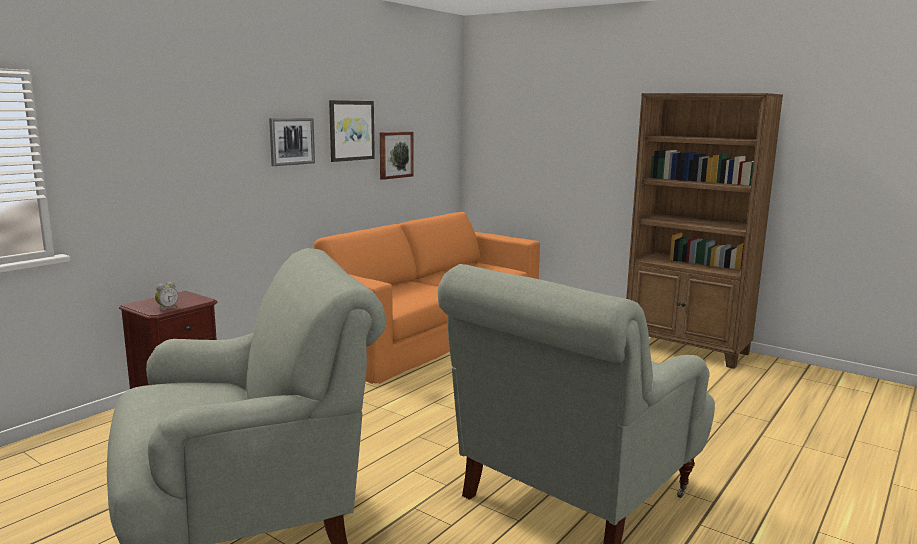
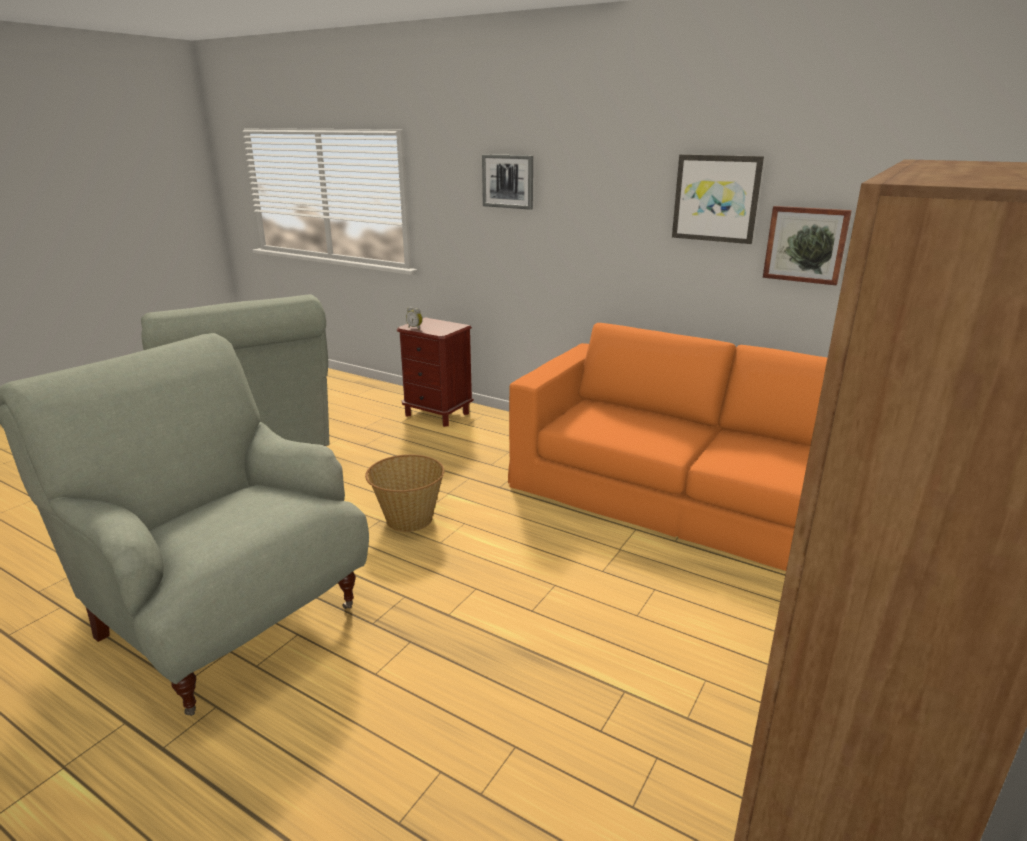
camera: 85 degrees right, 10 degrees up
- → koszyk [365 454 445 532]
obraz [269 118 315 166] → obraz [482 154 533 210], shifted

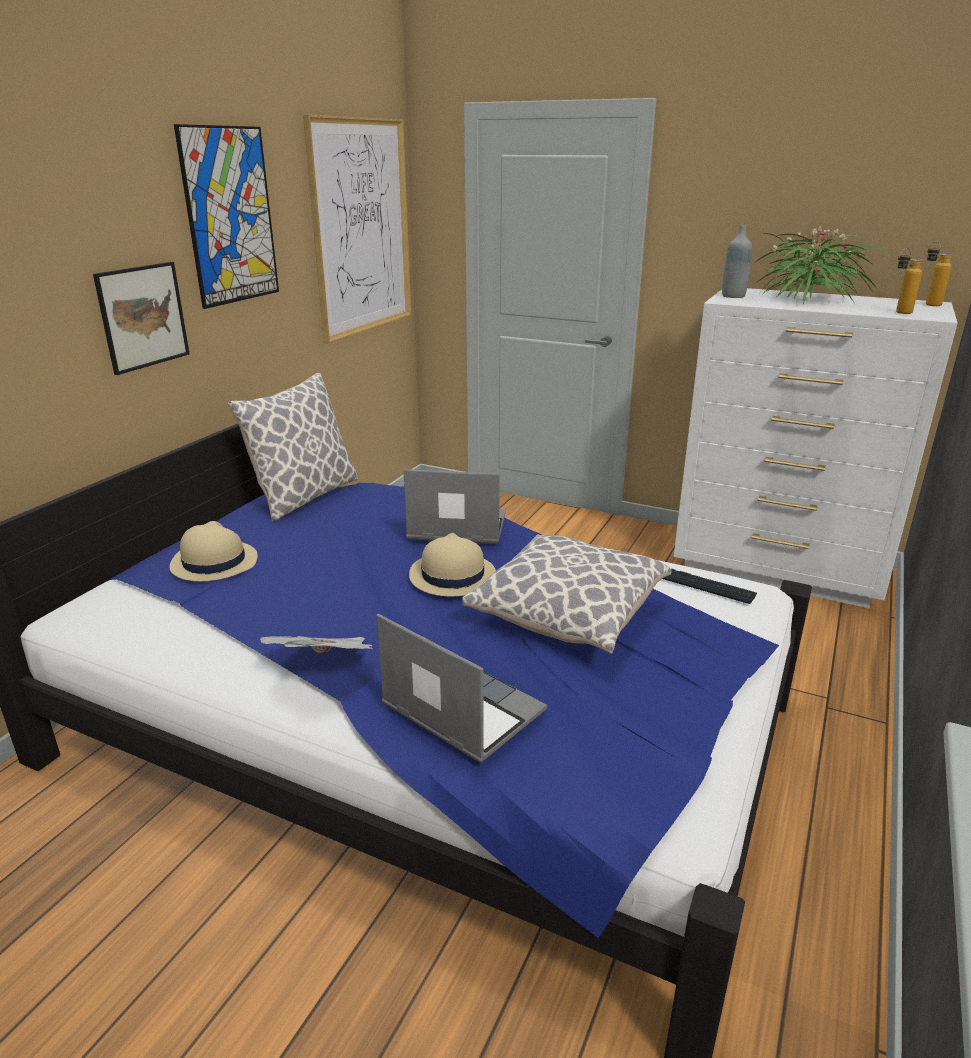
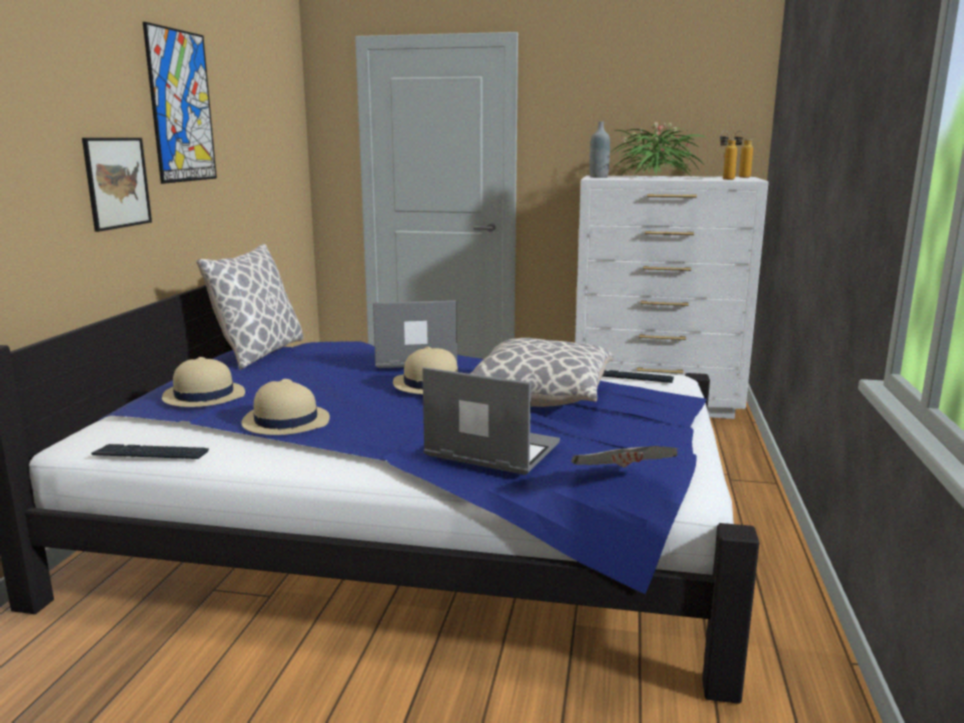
camera: 15 degrees left, 10 degrees down
obraz [303 115 411 344] → -
- → klawiatura [91 444 209 459]
- → kapelusz (beżowy) [241 379 330 435]
gazeta [260 636 373 653] → gazeta [571 446 678 468], shifted

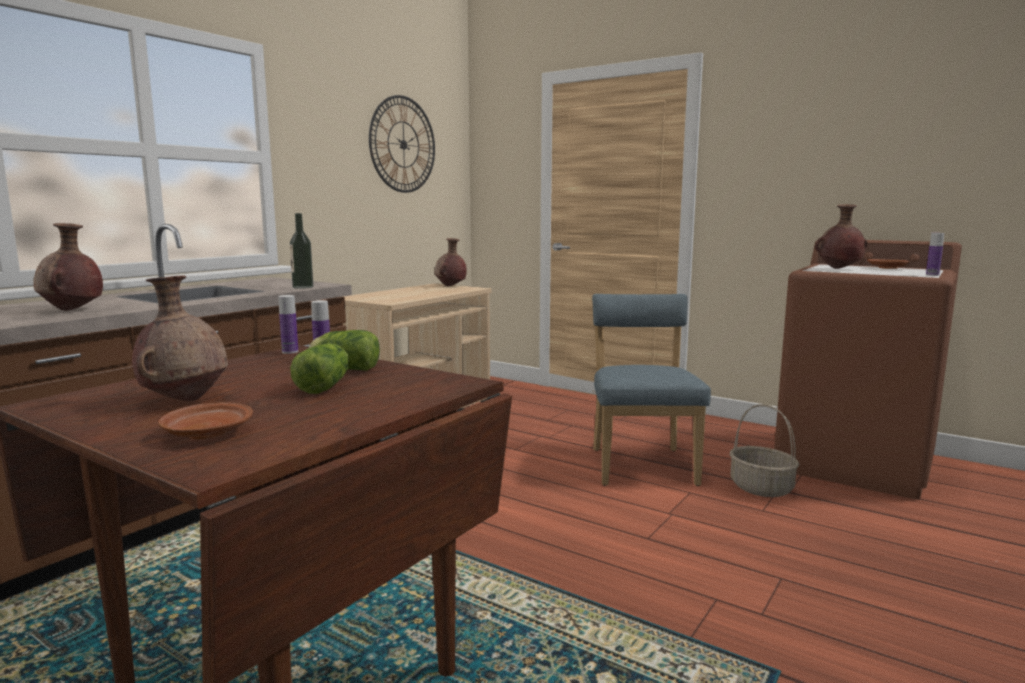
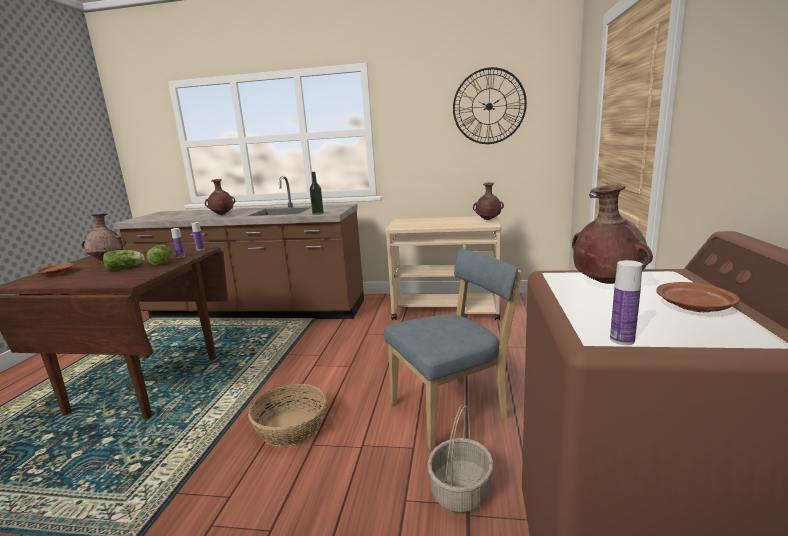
camera: 65 degrees right, 5 degrees up
- → koszyk [248 384 327 447]

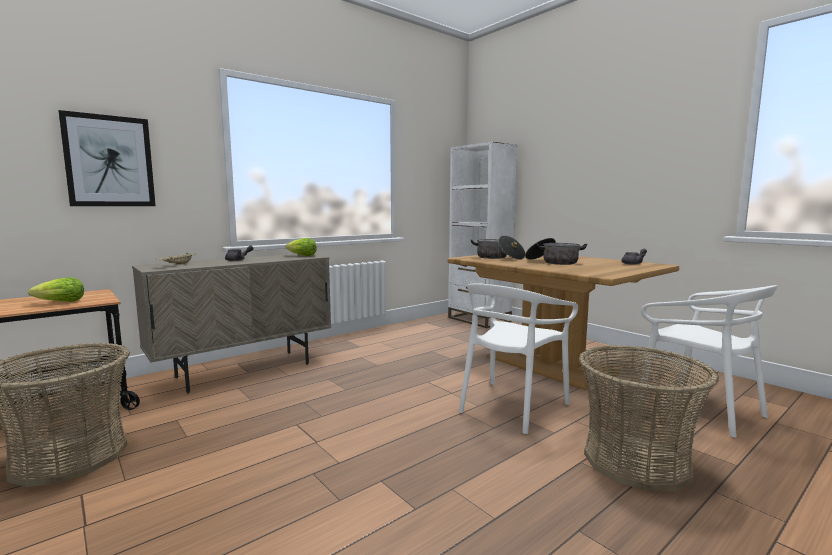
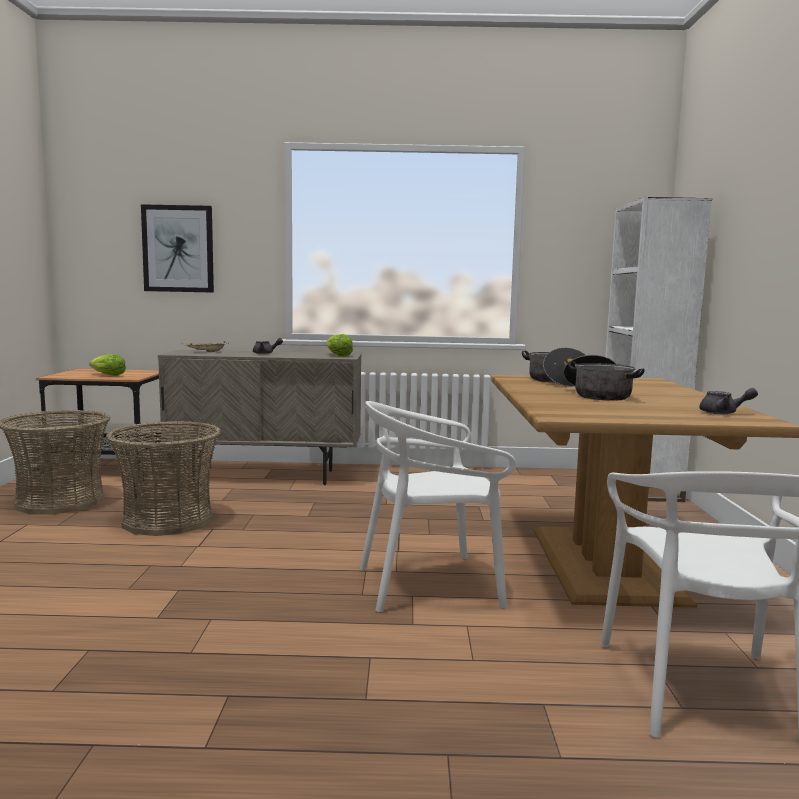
camera: 40 degrees right, 0 degrees up
koszyk [579 345 719 491] → koszyk [106 421 221 536], shifted

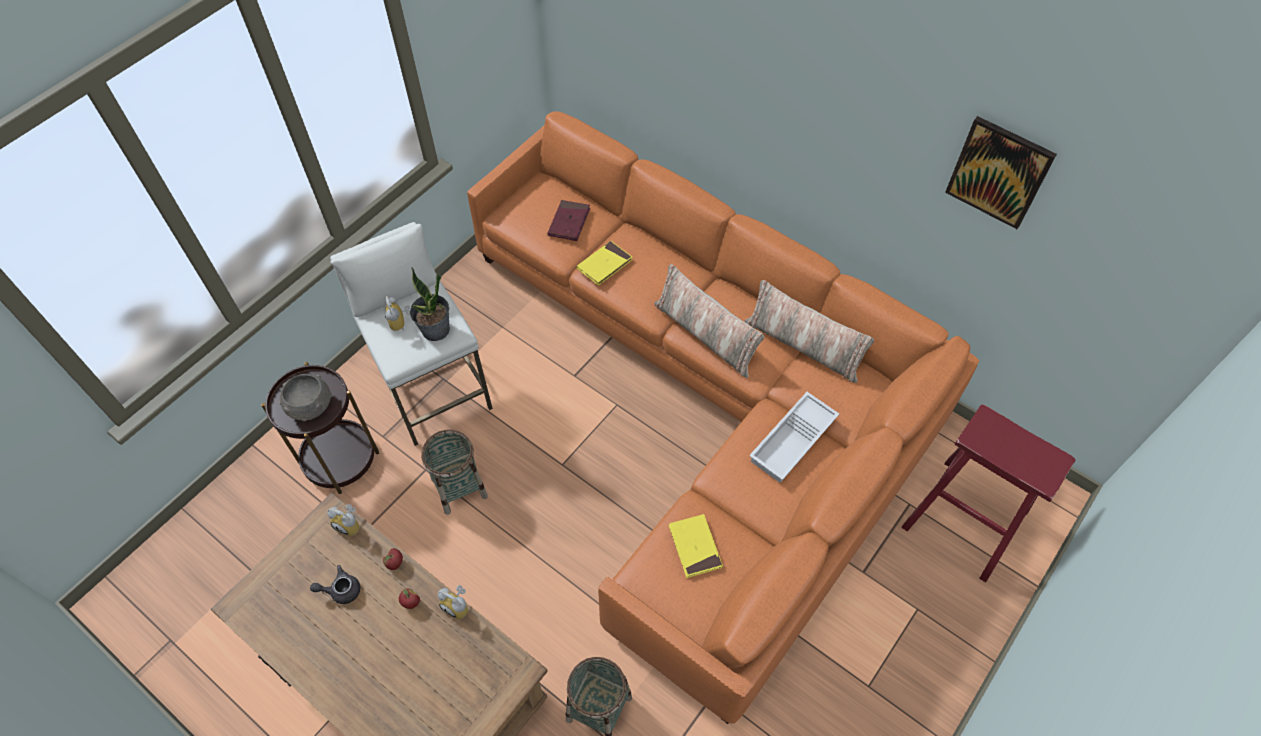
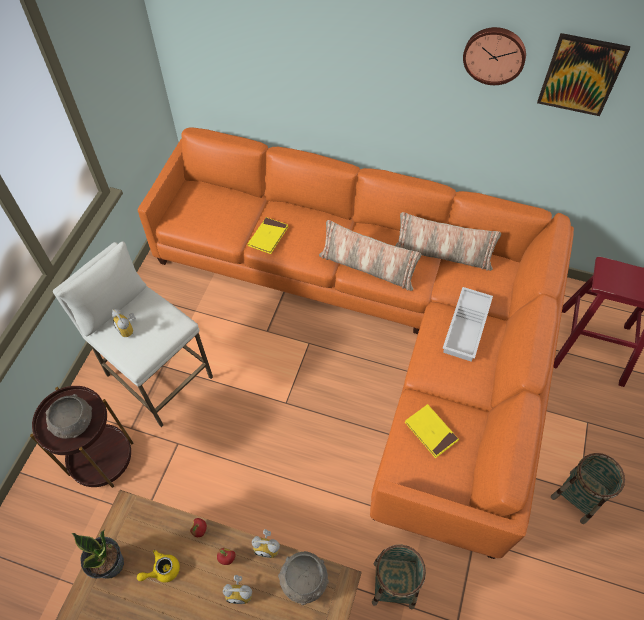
camera: 20 degrees left, 0 degrees up
książka (czerwony) [547 200 590 241] → -
- → miska (szary) [278 551 329 605]
- → zegar ścienny [463 27 526 85]
budzik [327 504 360 536] → budzik [223 575 252 604], shifted
roślina doniczkowa [410 267 450 341] → roślina doniczkowa [72 529 124 579], shifted
koszyk [421 430 488 515] → koszyk [551 453 625 524], shifted
imbryk (szary) [310 565 360 604] → imbryk (żółty) [137 550 180 582]

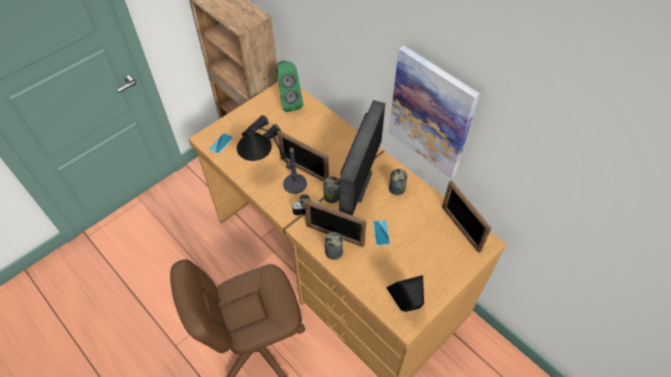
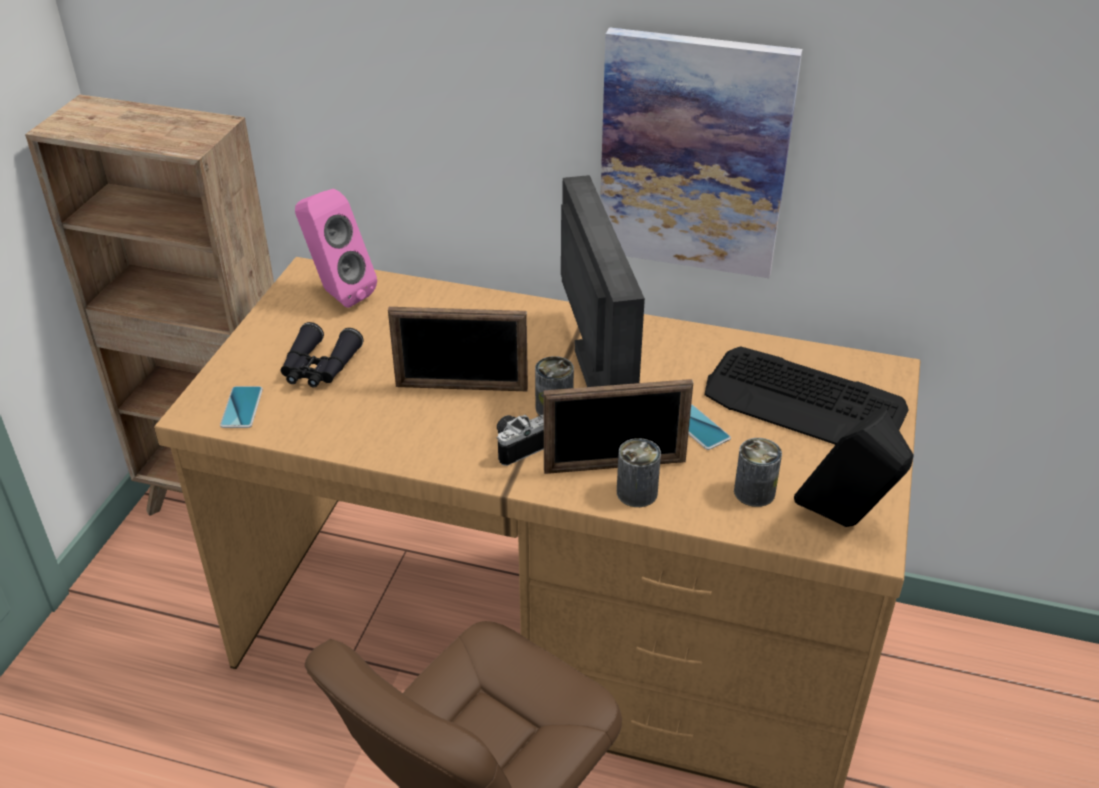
camera: 30 degrees left, 15 degrees down
lampa stołowa [237 128 307 194] → -
ramka na zdjęcie [442 180 492 253] → -
- → klawiatura [705 346 909 445]
puszka [389 169 408 195] → puszka [734 438 782 507], shifted
głośnik (zielony) [277 61 303 112] → głośnik (różowy) [295 189 377 308]

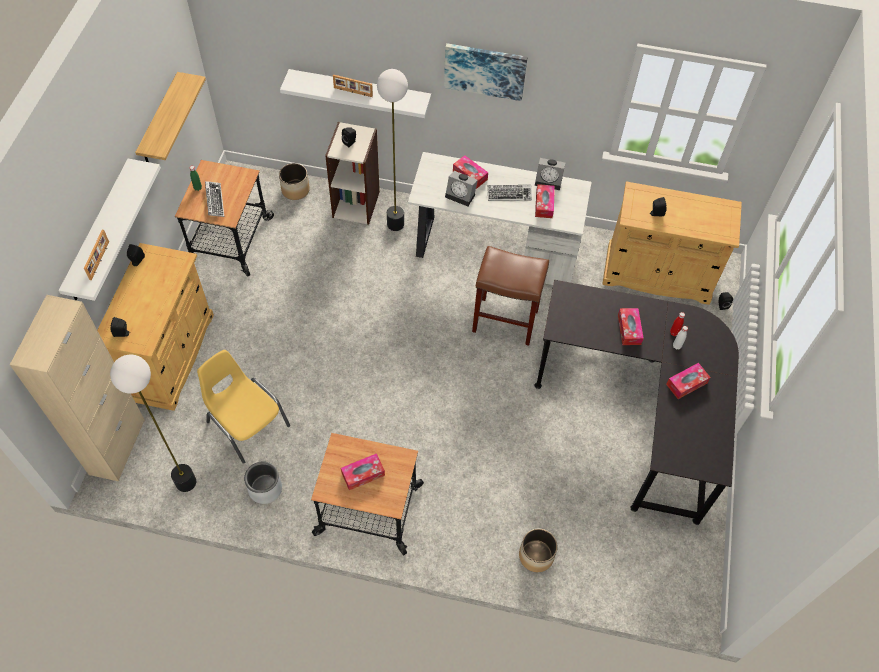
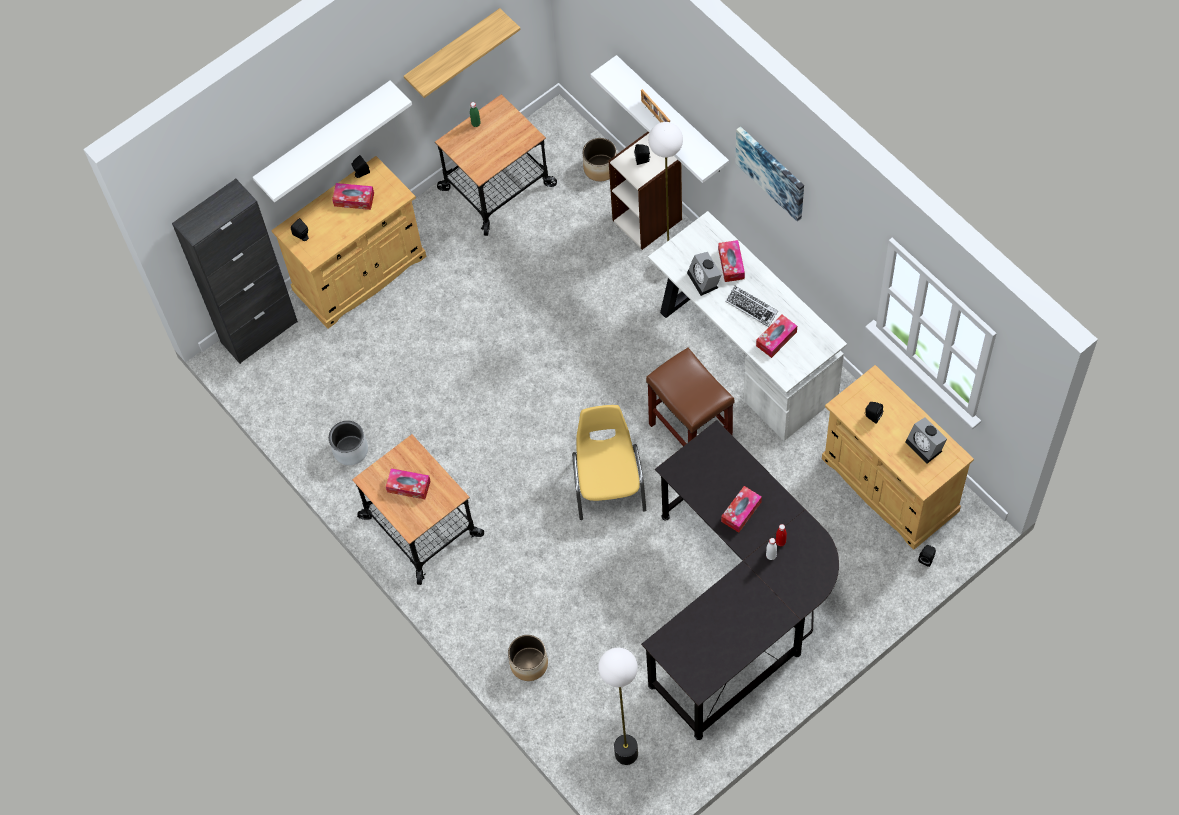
camera: 45 degrees right, 5 degrees up
ramka na zdjęcie [84 230 109 280] → -
klawiatura [205 181 224 217] → -
lampa stojąca [110 355 196 492] → lampa stojąca [598 648 638 765], shifted
krzesło (żółty) [197 350 290 464] → krzesło (żółty) [572 405 646 520], shifted
budzik [535 158 565 190] → budzik [905 417 947 464], shifted
pudełko chusteczek [666 363 711 399] → pudełko chusteczek [332 183 374 210], shifted
szafka (beżowy) [10 295 145 481] → szafka (czarny) [172 179 298 364]

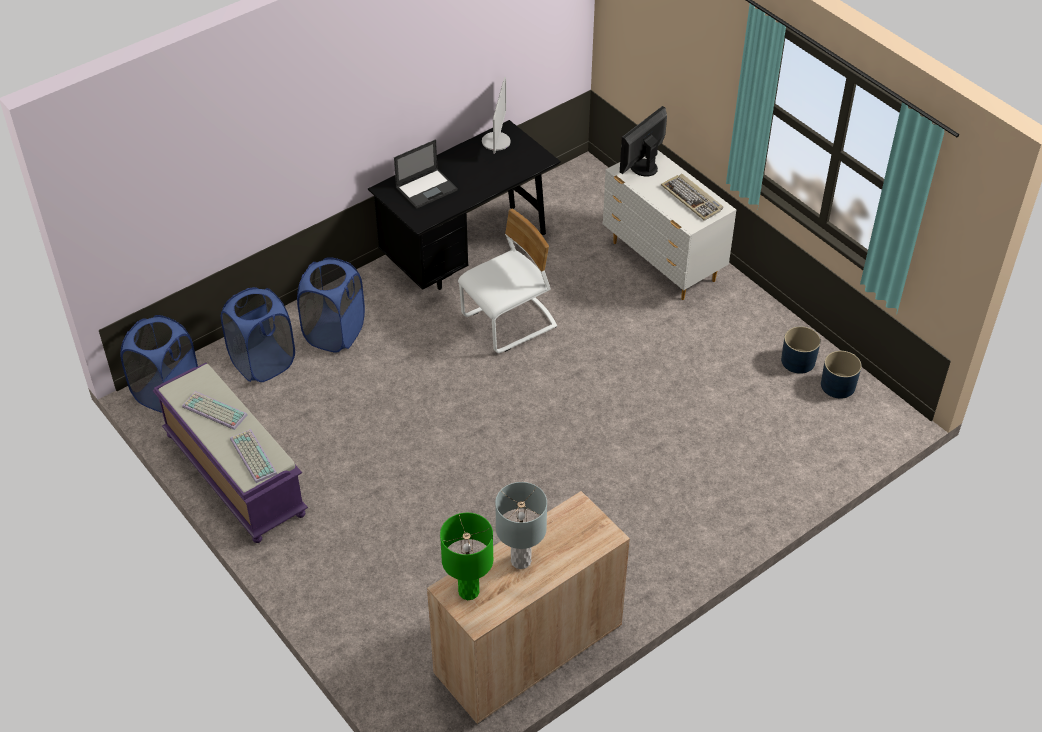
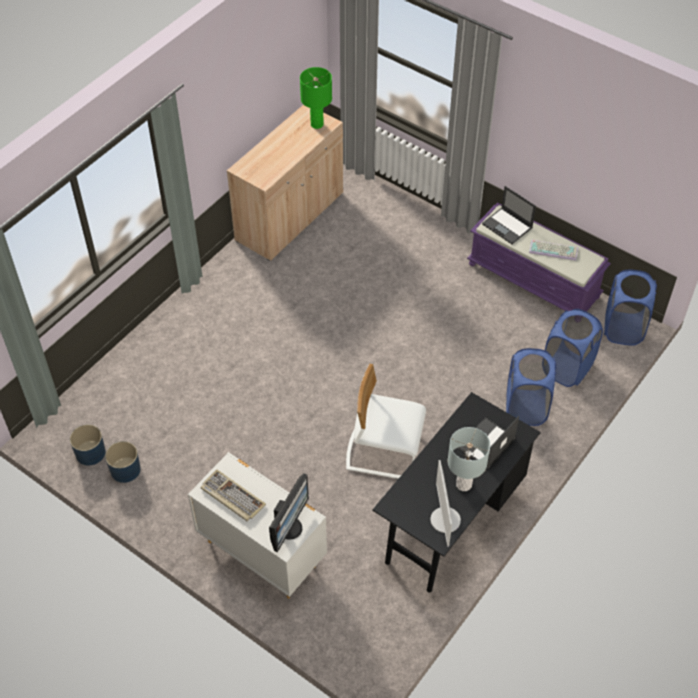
camera: 165 degrees right, 5 degrees up
lampa stołowa (szary) [495 482 547 569] → lampa stołowa (szary) [448 427 490 491], shifted
klawiatura [230 429 277 483] → laptop [482 186 536 244]
krzesło (biały) [458 209 557 353] → krzesło (biały) [346 364 426 479], 60 degrees clockwise

